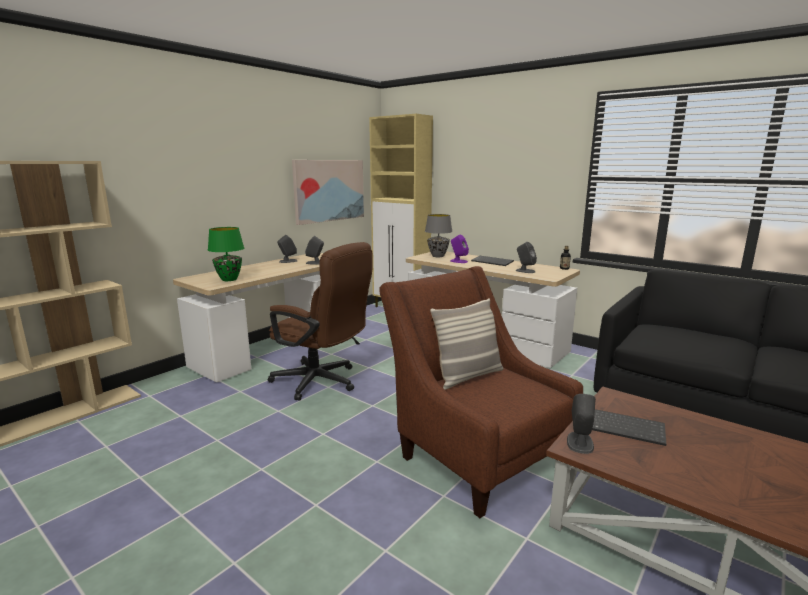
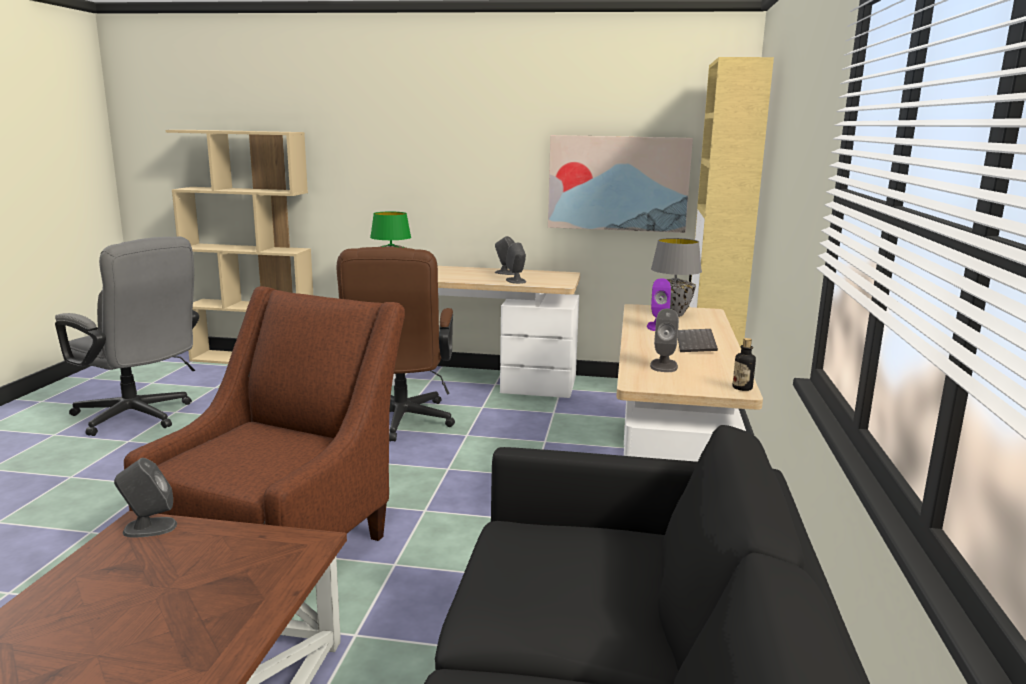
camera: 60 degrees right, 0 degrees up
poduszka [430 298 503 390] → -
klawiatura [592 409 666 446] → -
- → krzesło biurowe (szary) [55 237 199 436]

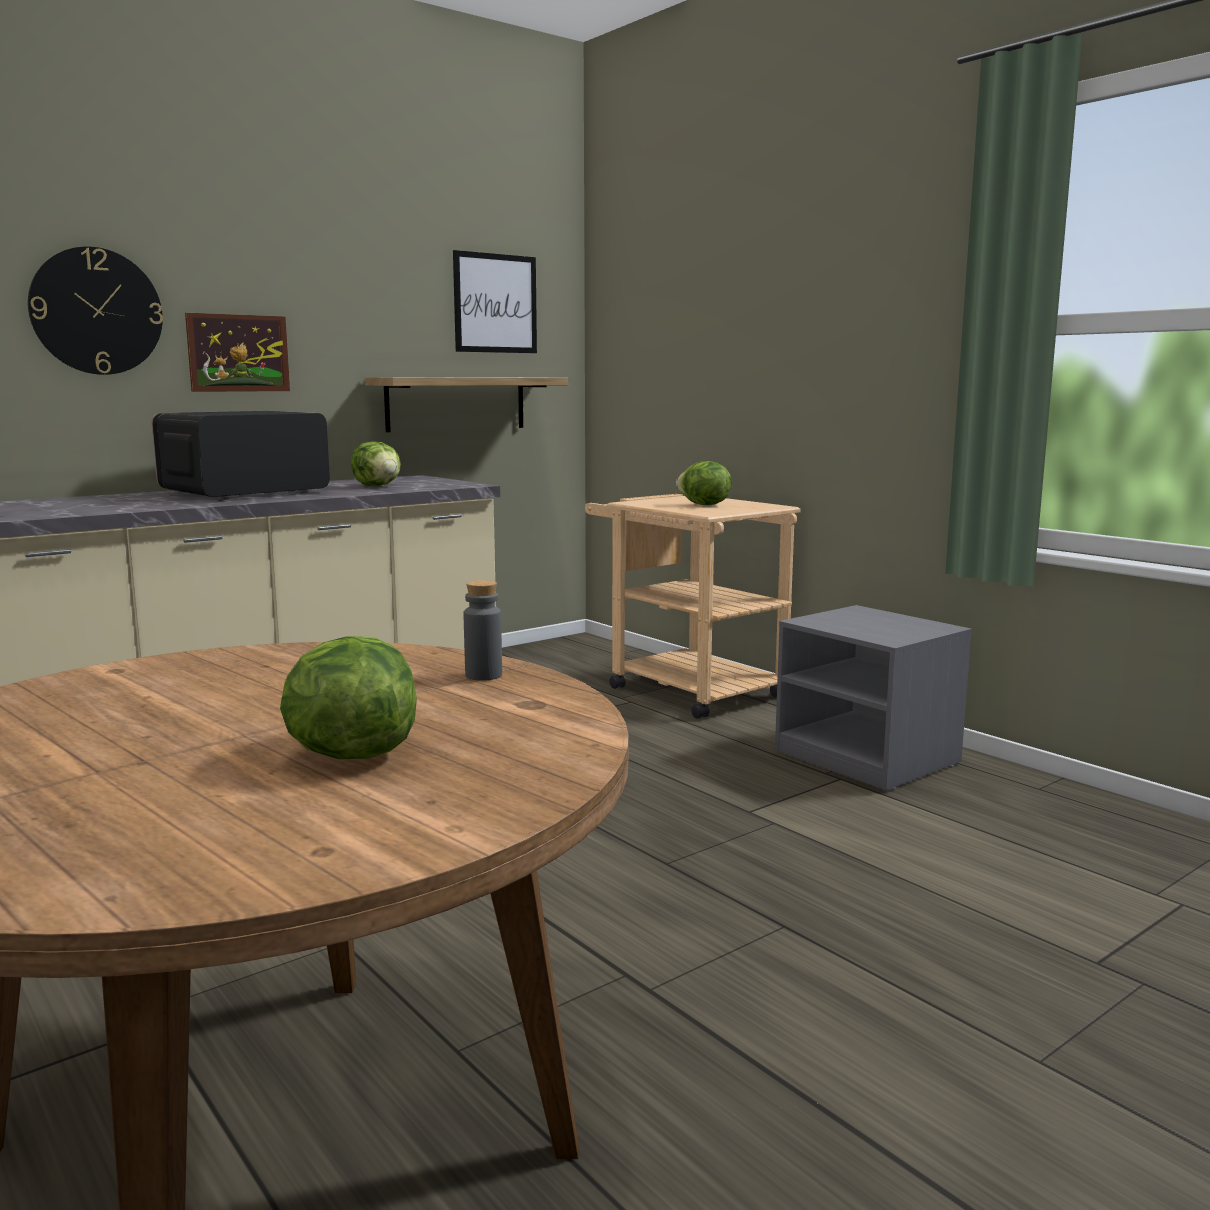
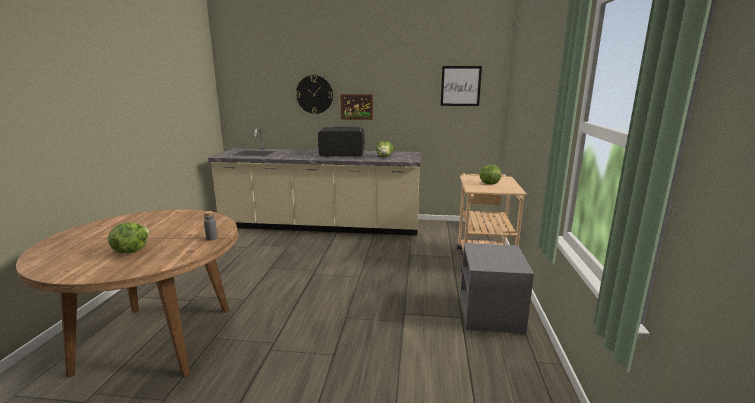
camera: 45 degrees right, 5 degrees up
półka [365 377 568 432] → -

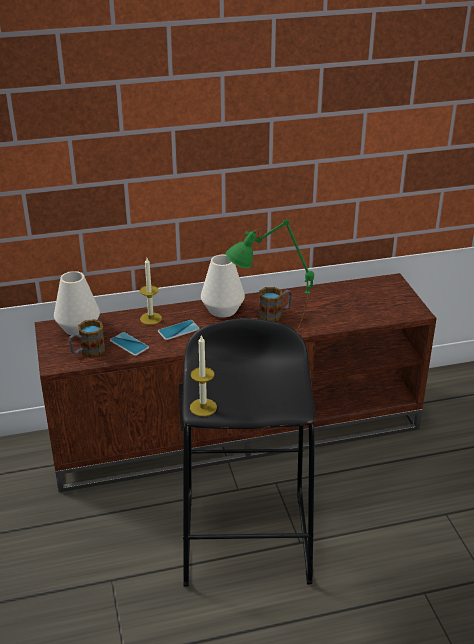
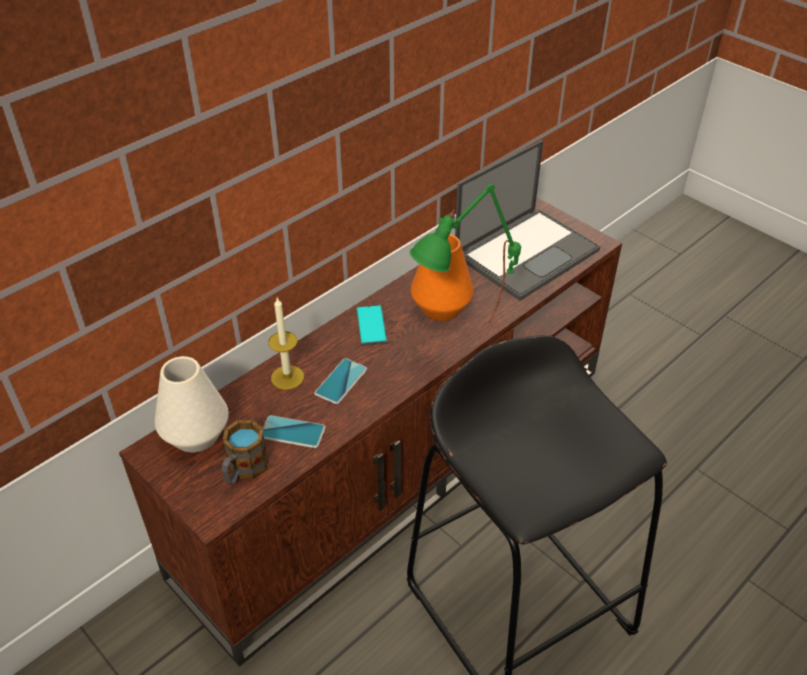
camera: 30 degrees left, 10 degrees up
świeca [190 334 217 416] → -
- → laptop [455 140 601 301]
wazon (biały) [201 255 245 318] → telefon [356 305 388 346]
kubek [259 287 292 322] → wazon (pomarańczowy) [411 234 474 321]

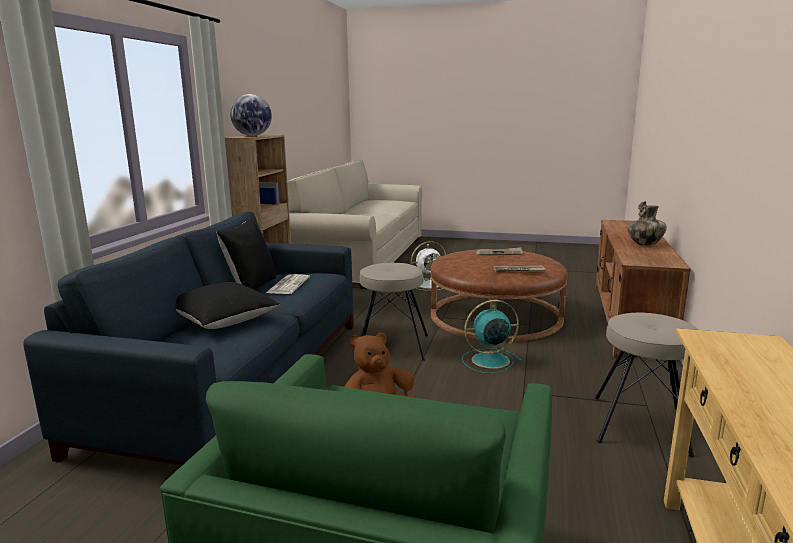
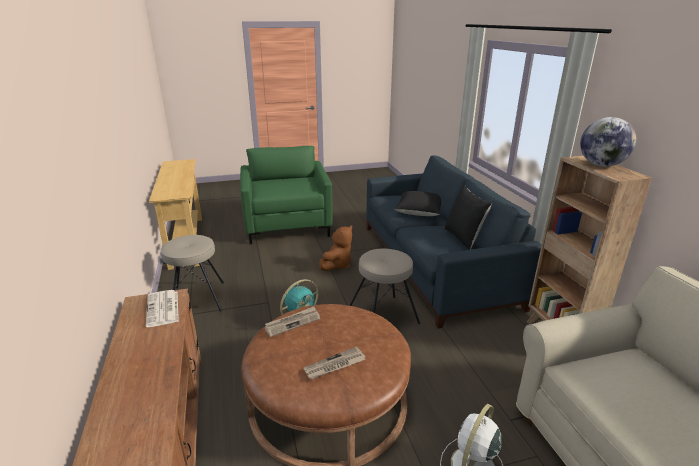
camera: 150 degrees right, 10 degrees up
wazon [627 201 667 246] → -
gazeta [266 274 310 294] → gazeta [146 290 179 327], shifted

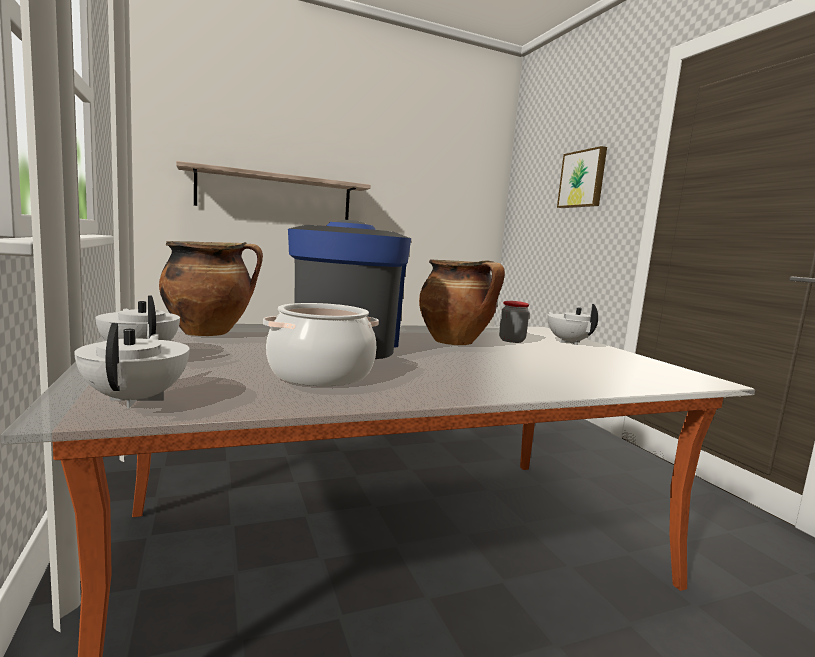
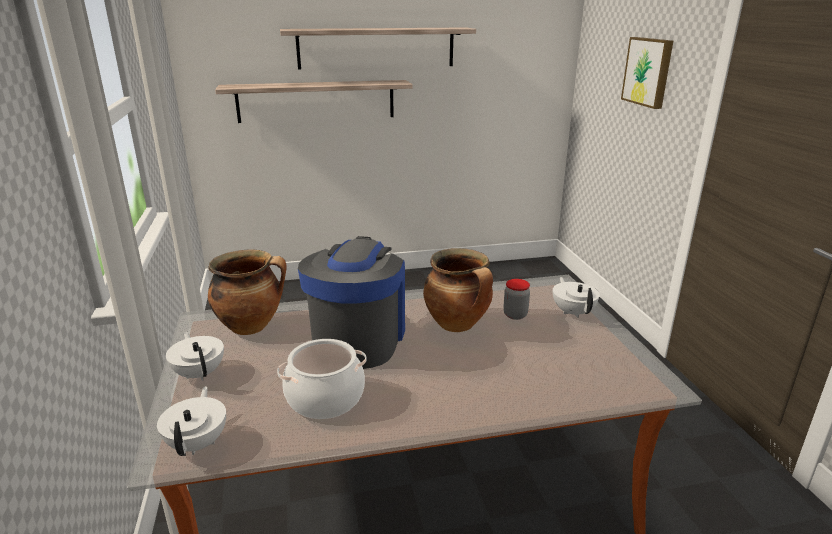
camera: 10 degrees right, 15 degrees up
- → półka [280 27 476 70]

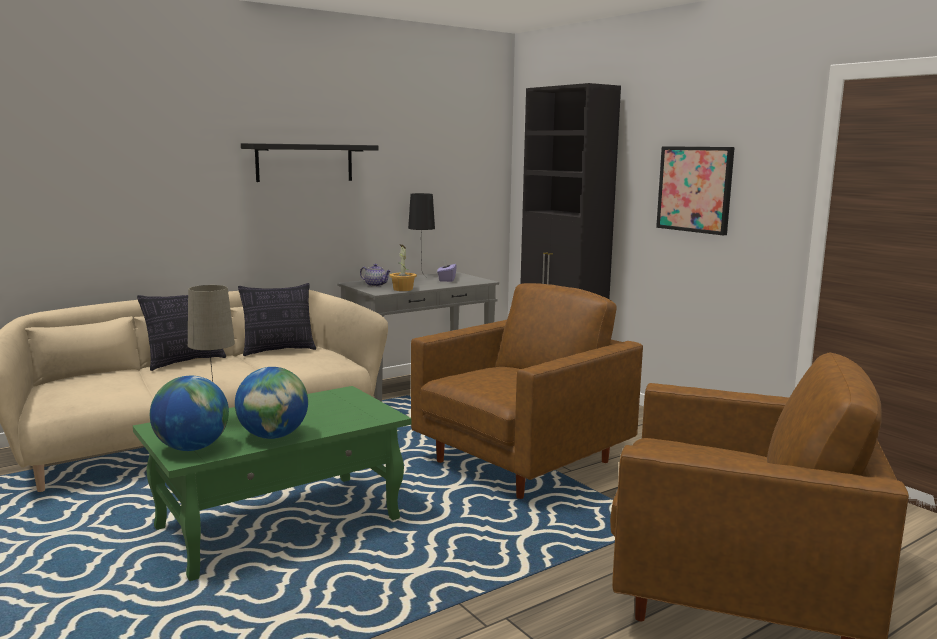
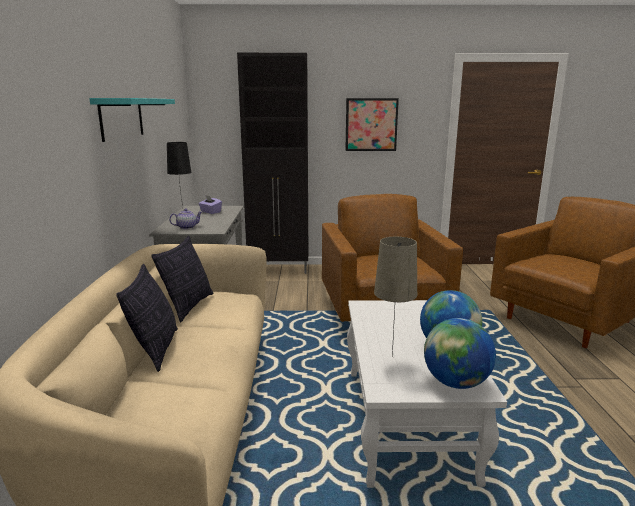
camera: 55 degrees left, 5 degrees up
roślina doniczkowa [389 244 417 291] → -
ława (zielony) [133 386 411 581] → ława (biały) [347 300 507 488]
półka (czarny) [241 143 379 182] → półka (turkusowy) [89 98 175 142]

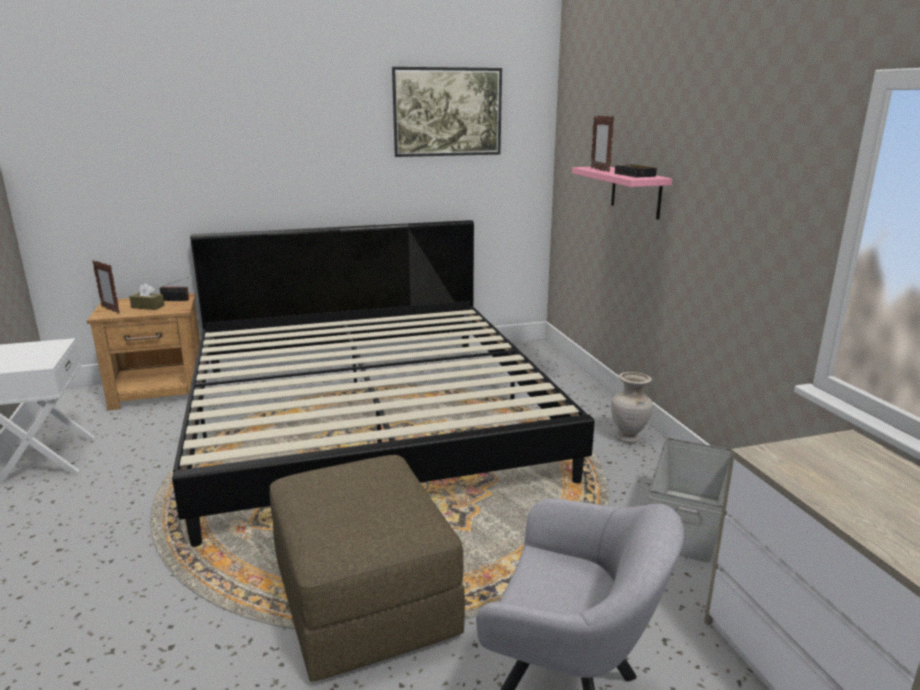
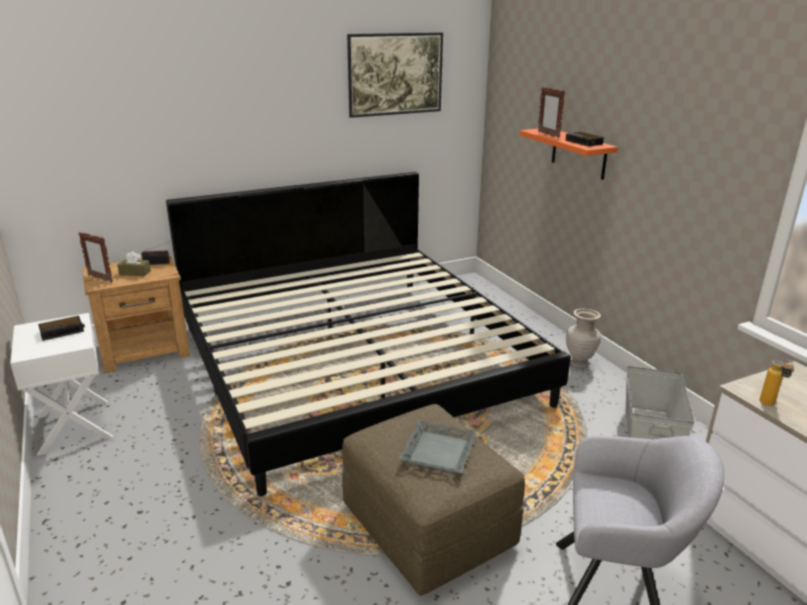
camera: 10 degrees left, 5 degrees up
- → budzik [38 316 85 341]
- → taca (szary) [398 420 477 474]
- → butelka [760 360 794 406]
półka (różowy) [572 167 672 219] → półka (pomarańczowy) [520 129 618 180]

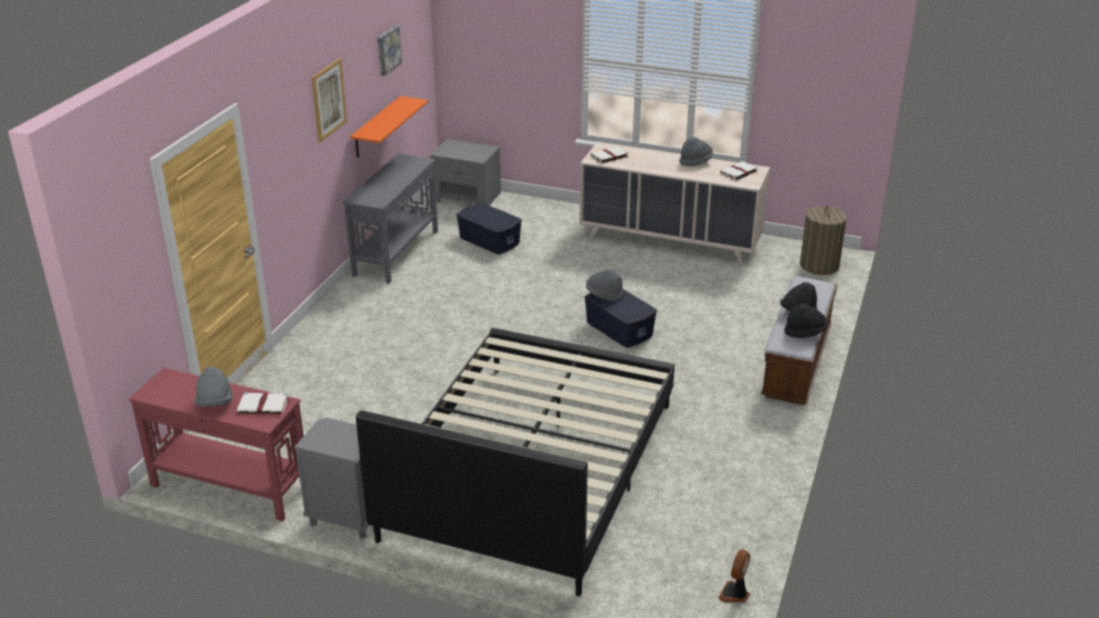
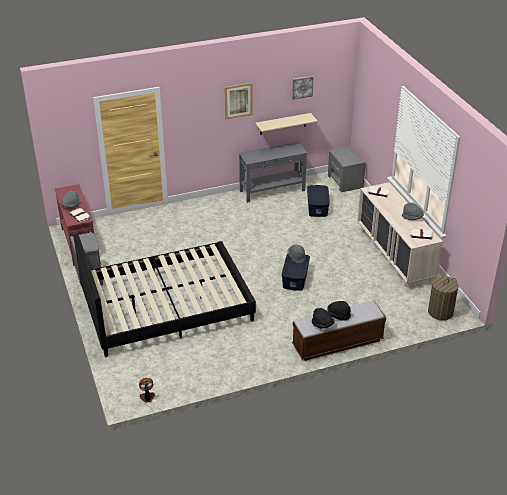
camera: 50 degrees right, 5 degrees up
półka (pomarańczowy) [350 96 428 158] → półka (beżowy) [255 113 318 135]

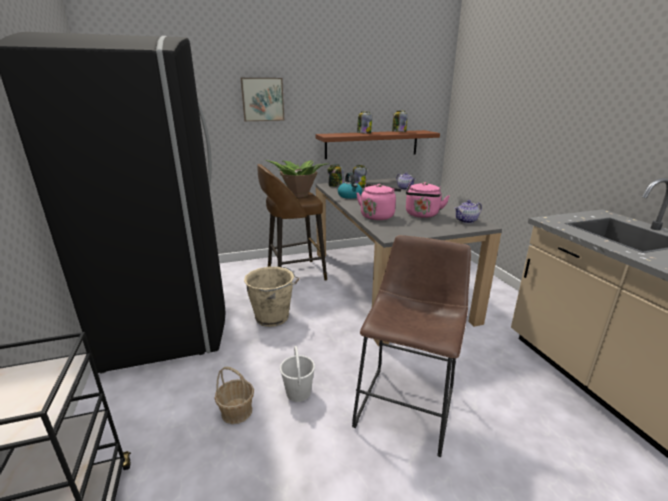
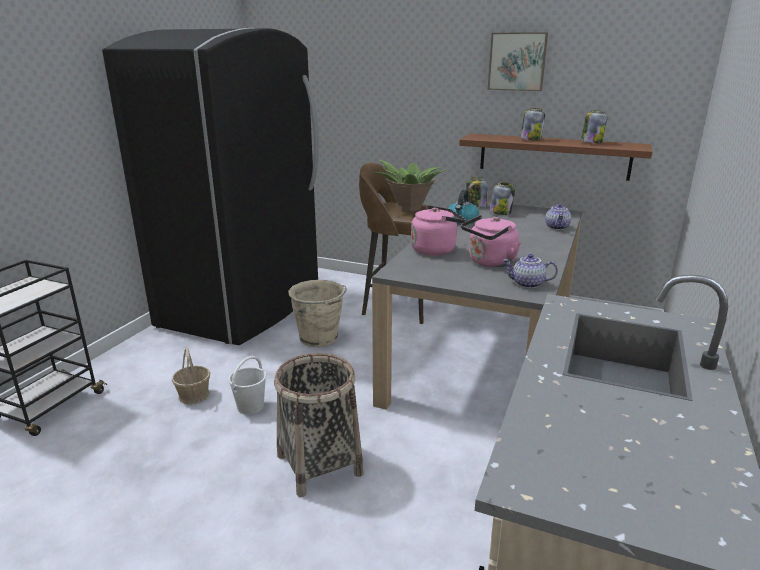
camera: 40 degrees right, 0 degrees up
obraz [241 78 284 121] → obraz [488 32 548 91], shifted
stołek (brązowy) [352 235 471 457] → koszyk [274 353 363 497]

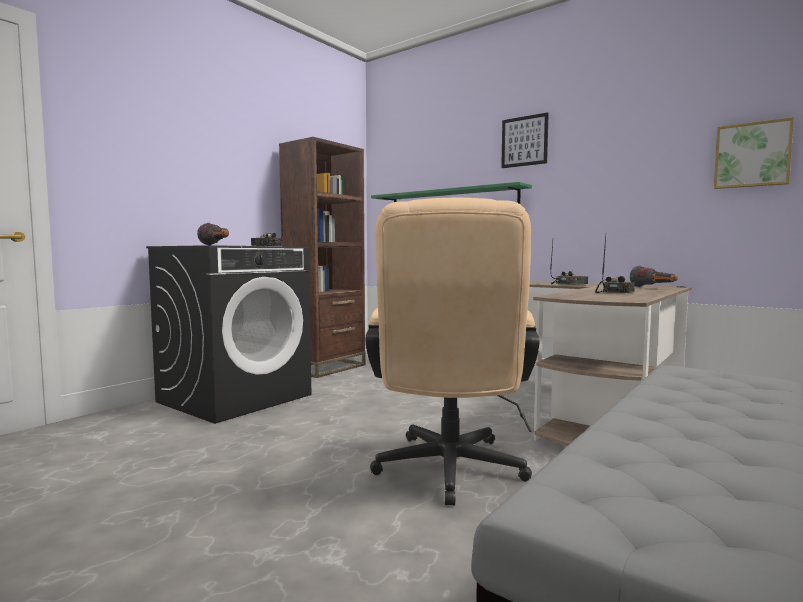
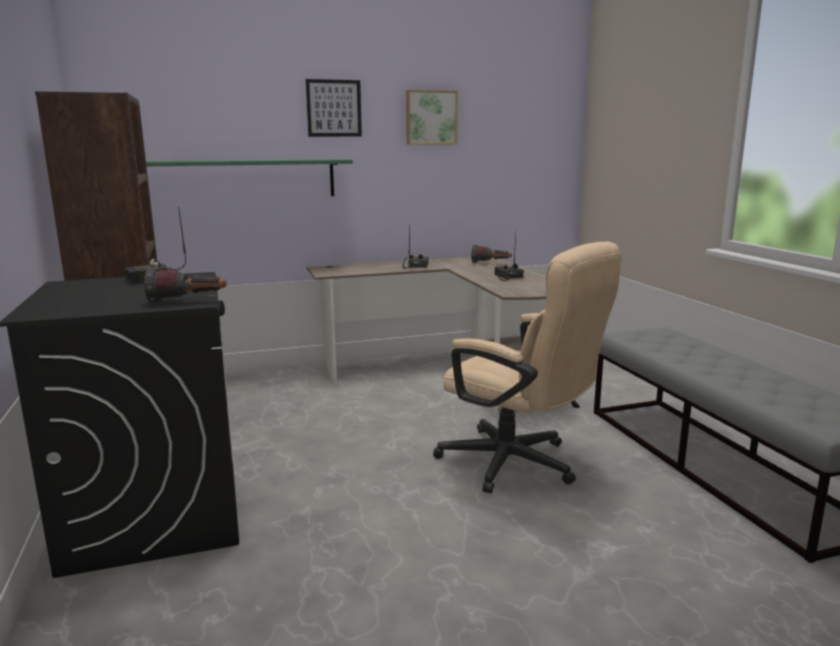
camera: 55 degrees left, 10 degrees up
obraz [714 117 794 189] → obraz [406 90 458 145], shifted

